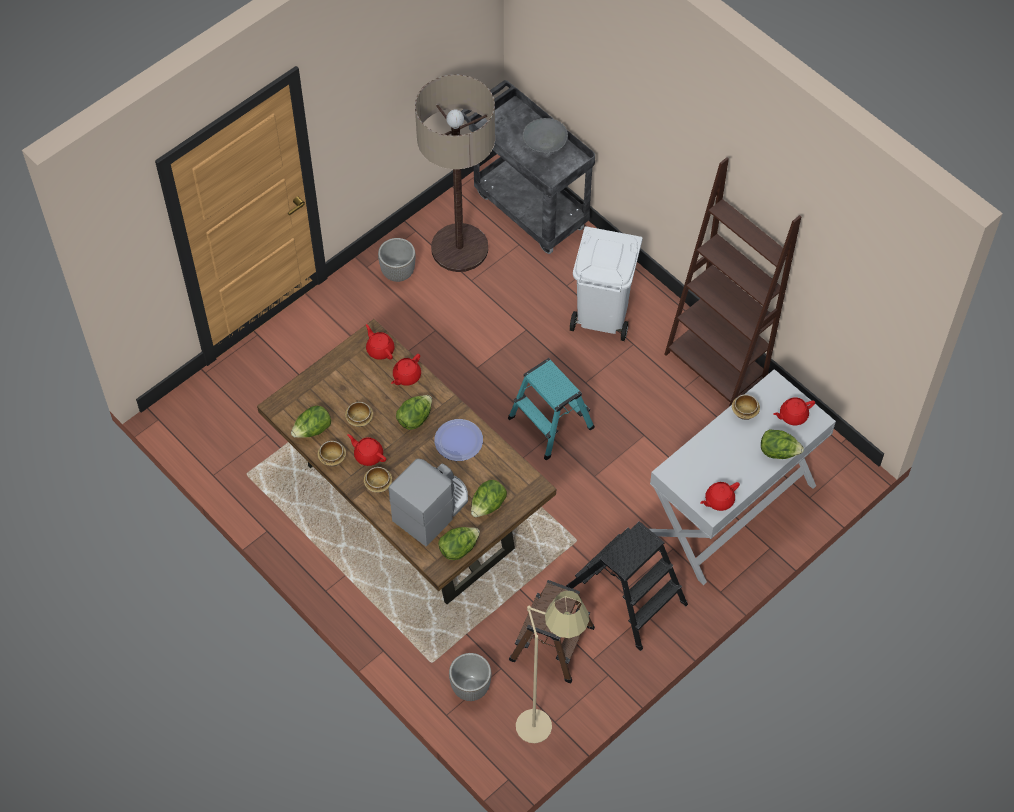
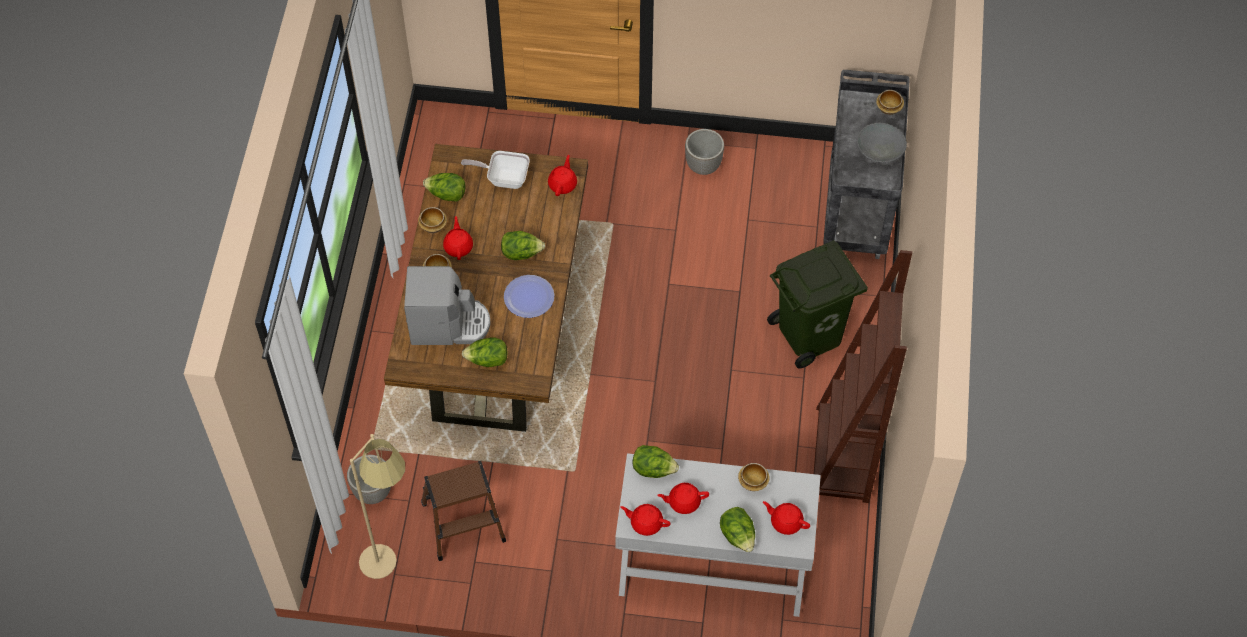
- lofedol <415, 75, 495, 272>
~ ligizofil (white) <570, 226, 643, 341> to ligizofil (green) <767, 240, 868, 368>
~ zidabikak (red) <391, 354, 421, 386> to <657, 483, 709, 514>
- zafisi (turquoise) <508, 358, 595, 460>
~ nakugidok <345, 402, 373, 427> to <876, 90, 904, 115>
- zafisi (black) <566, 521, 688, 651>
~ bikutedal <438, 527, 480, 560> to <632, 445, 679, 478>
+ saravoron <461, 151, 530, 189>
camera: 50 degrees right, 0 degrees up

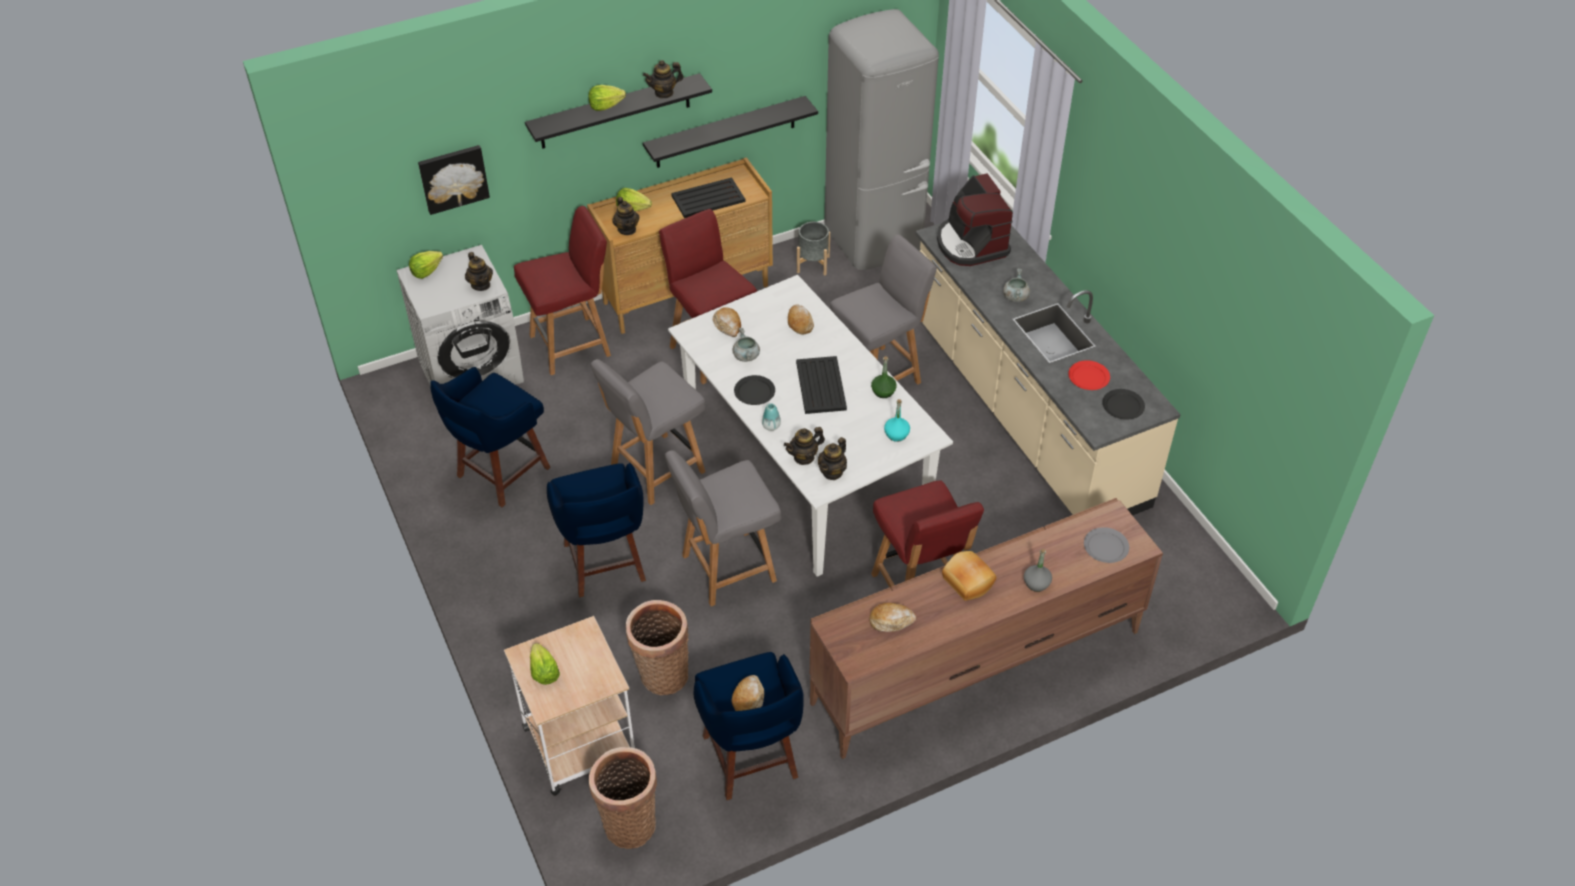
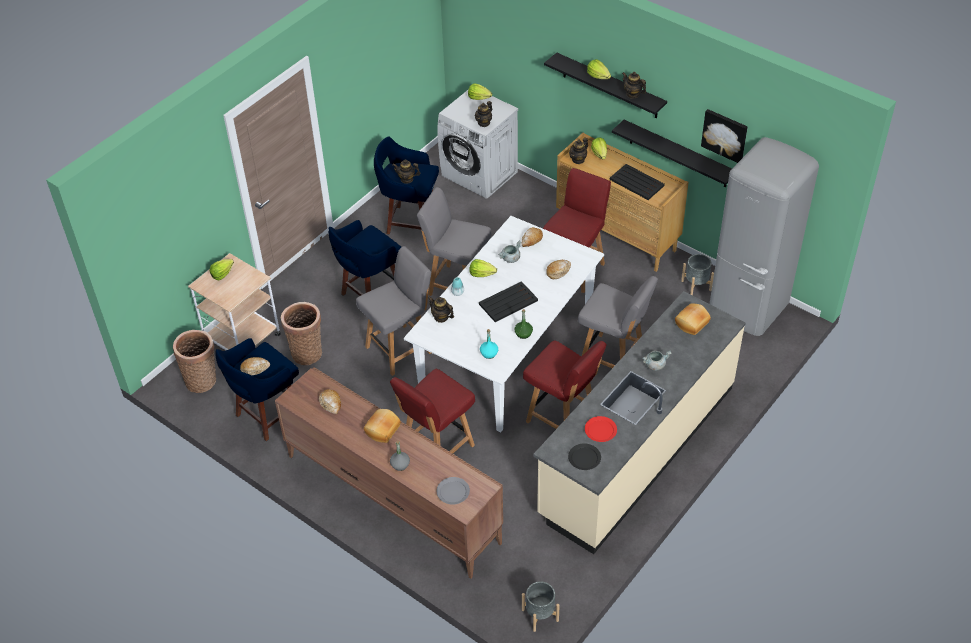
~ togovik <418, 145, 490, 215> to <701, 109, 748, 163>
~ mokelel <937, 173, 1013, 266> to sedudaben <675, 303, 711, 335>
~ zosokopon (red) <514, 206, 611, 375> to <523, 340, 607, 429>
~ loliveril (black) <734, 375, 775, 405> to bikutedal <469, 259, 497, 277>
~ zidabikak <818, 437, 847, 480> to <392, 160, 421, 184>
~ zosokopon (grey) <664, 450, 781, 607> = <356, 246, 431, 376> 105 degrees clockwise
+ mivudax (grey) <522, 581, 560, 632>
camera: 65 degrees right, 0 degrees up

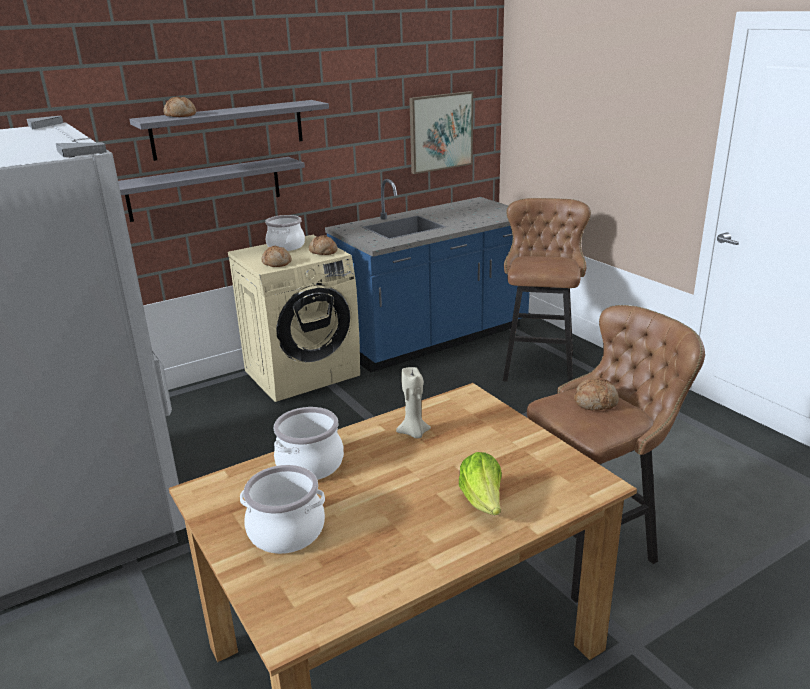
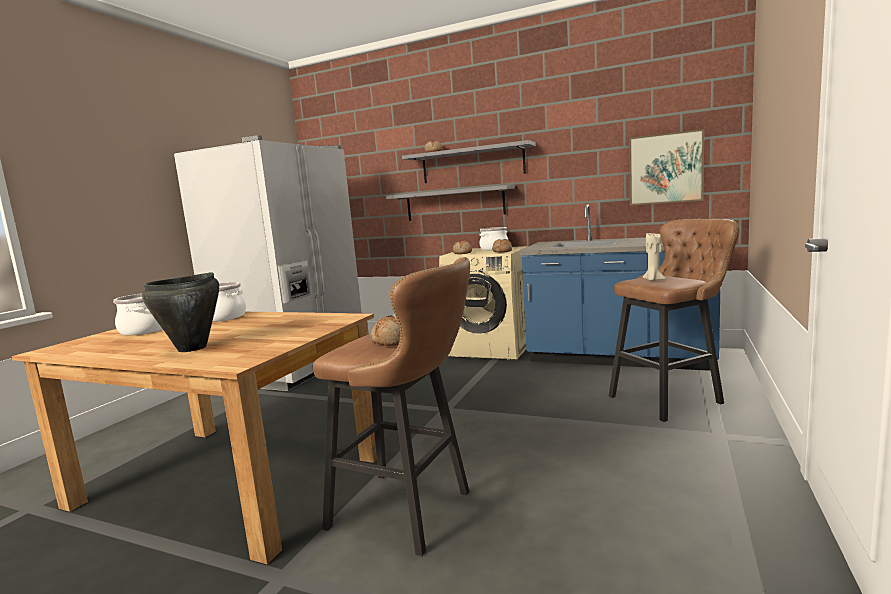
~ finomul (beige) <396, 367, 431, 438> to <643, 233, 666, 281>
~ bikutedal <459, 452, 502, 515> to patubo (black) <142, 272, 219, 352>
camera: 55 degrees right, 15 degrees down

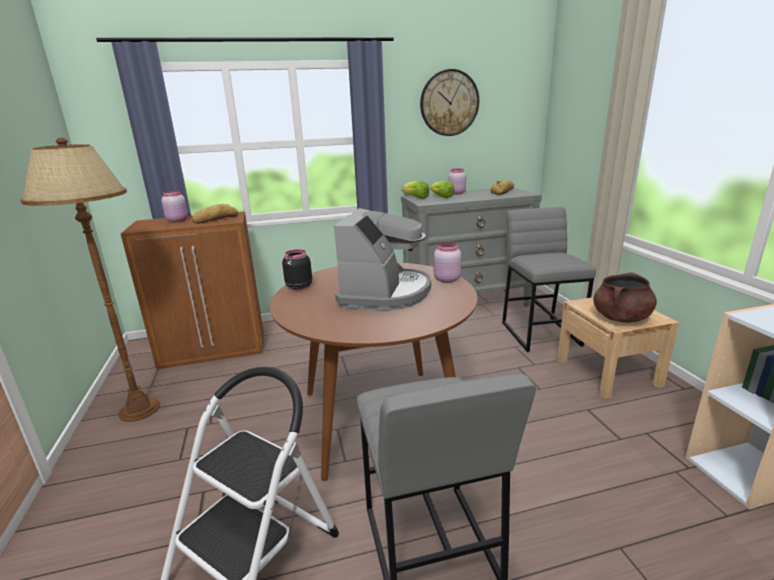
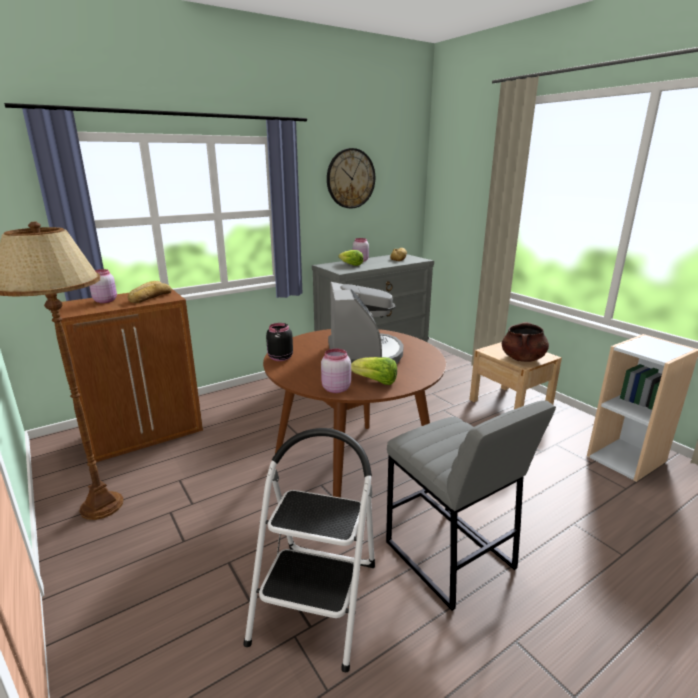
~ bikutedal <402, 181, 429, 199> to <351, 357, 397, 385>
- zosokopon (grey) <502, 207, 596, 352>
~ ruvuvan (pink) <434, 242, 461, 283> to <321, 348, 351, 393>
camera: 20 degrees left, 0 degrees up

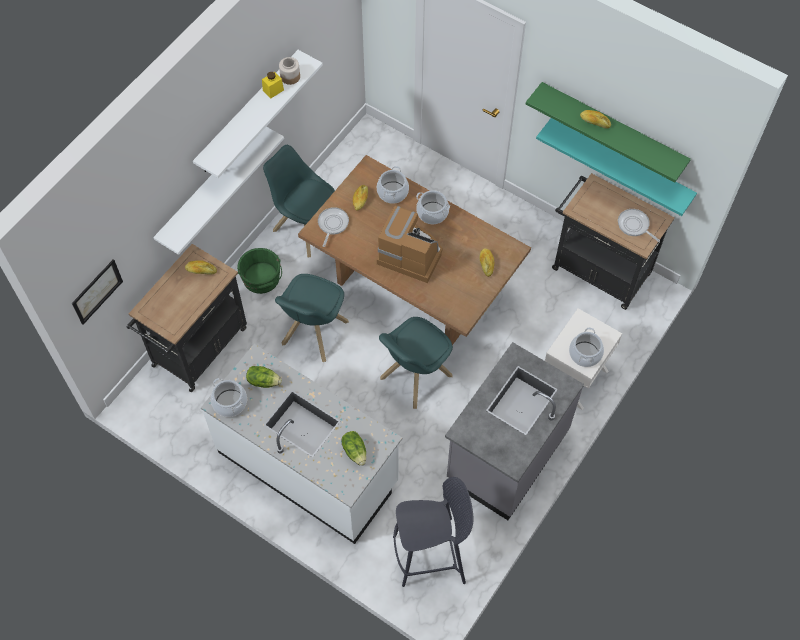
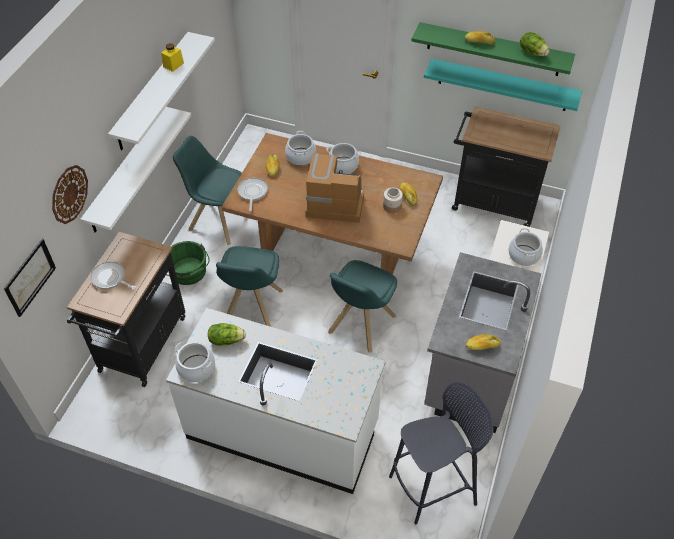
~ ruvuvan <279, 57, 300, 85> to <383, 188, 403, 213>
~ saravoron <618, 209, 660, 242> to <90, 261, 136, 289>
~ sedudaben <185, 260, 217, 275> to <465, 334, 501, 350>
~ bikutedal <341, 431, 366, 466> to <520, 32, 550, 56>
+ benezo <52, 165, 88, 224>
camera: 15 degrees left, 10 degrees down

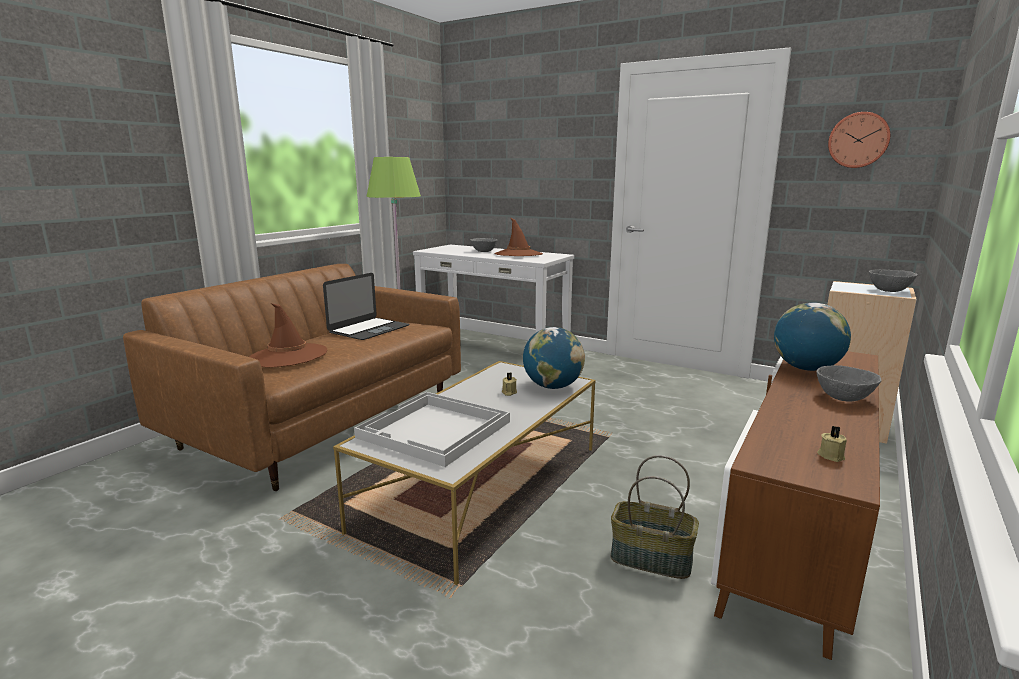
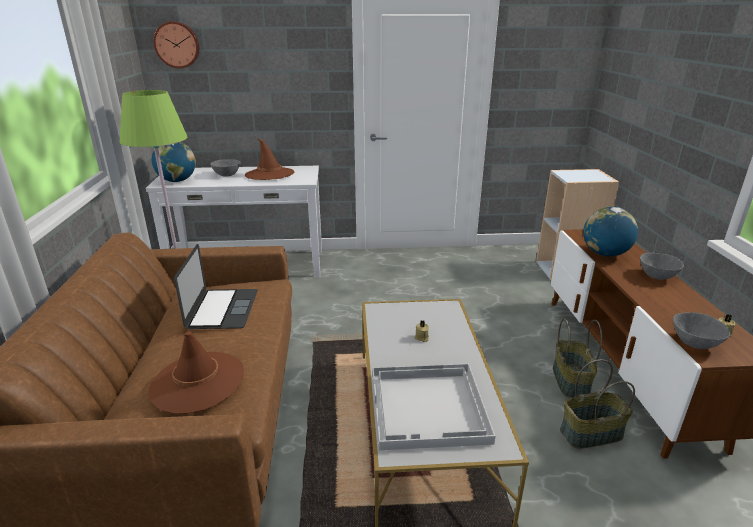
~ benezo <828, 112, 890, 168> to <153, 21, 199, 68>
~ nakugidok (grey) <869, 269, 918, 292> to <673, 312, 730, 349>
~ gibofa <523, 327, 585, 389> to <152, 142, 196, 182>
+ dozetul <553, 318, 602, 398>
camera: 35 degrees left, 10 degrees up

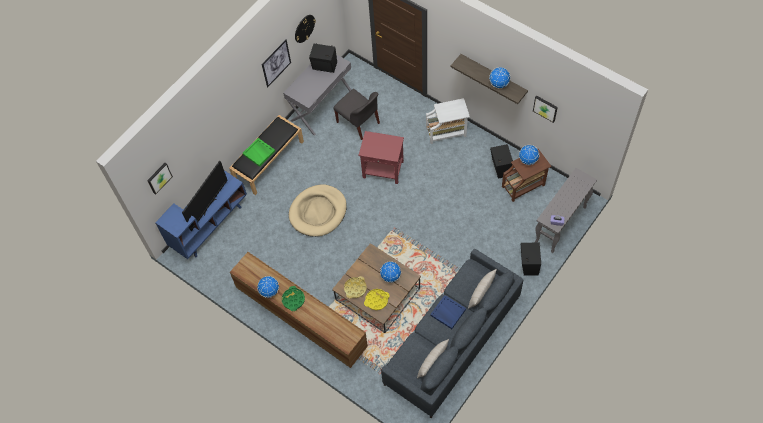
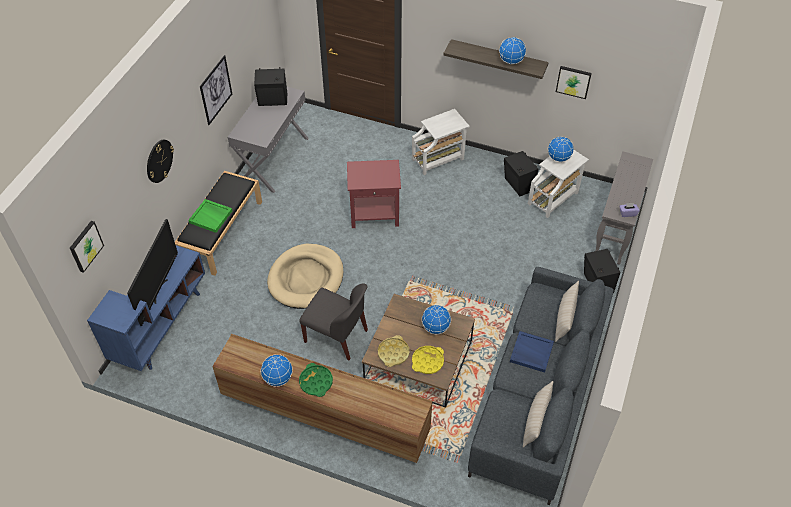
~ benezo <295, 15, 316, 43> to <147, 140, 174, 183>
~ zosokopon (grey) <333, 89, 380, 140> to <299, 284, 368, 360>
~ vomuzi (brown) <502, 149, 551, 202> to vomuzi (white) <528, 150, 589, 218>
camera: 20 degrees left, 10 degrees down

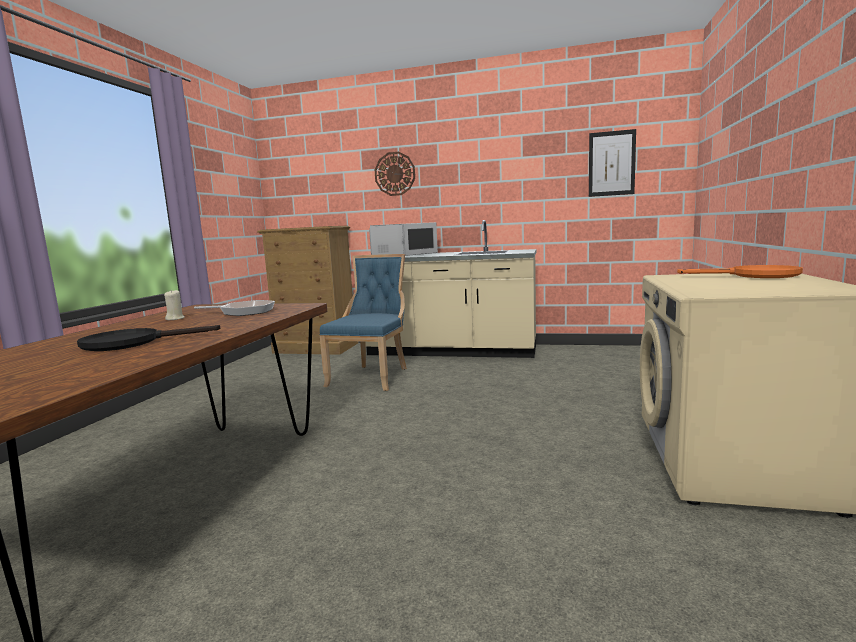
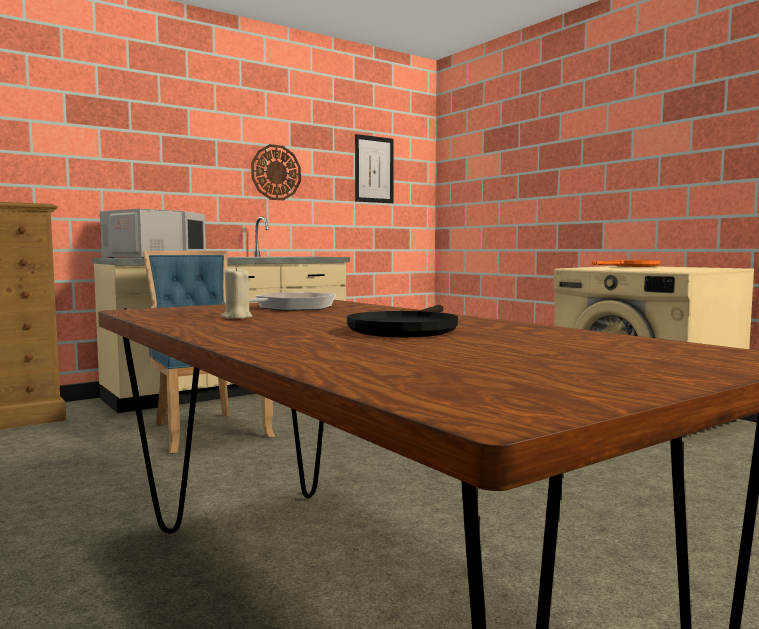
~ benezo <375, 152, 415, 196> to <251, 144, 301, 200>
camera: 50 degrees left, 5 degrees down

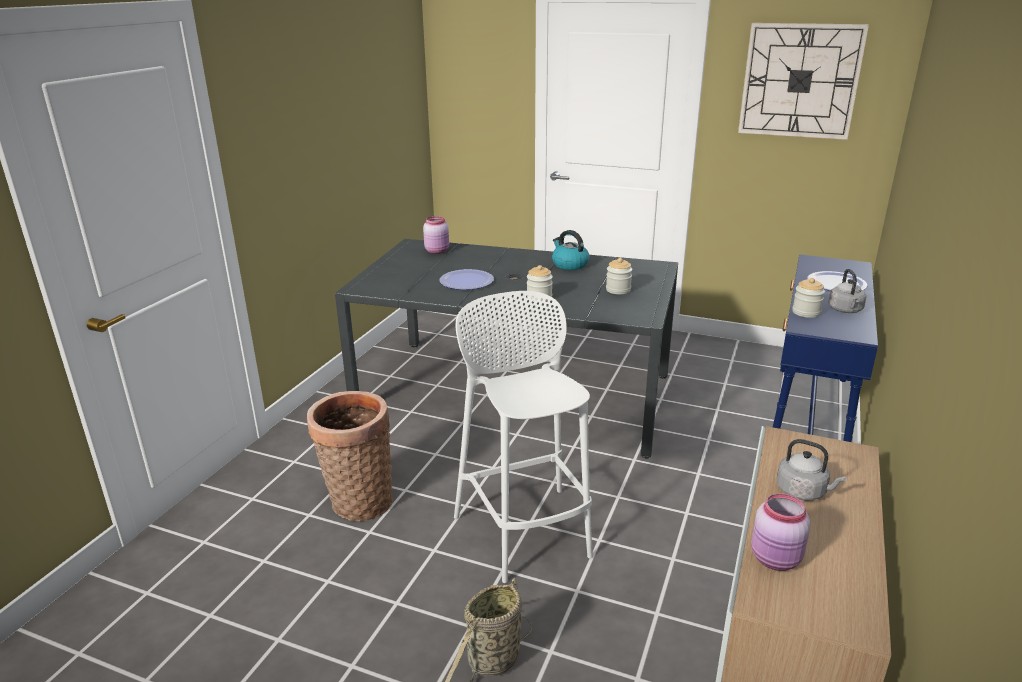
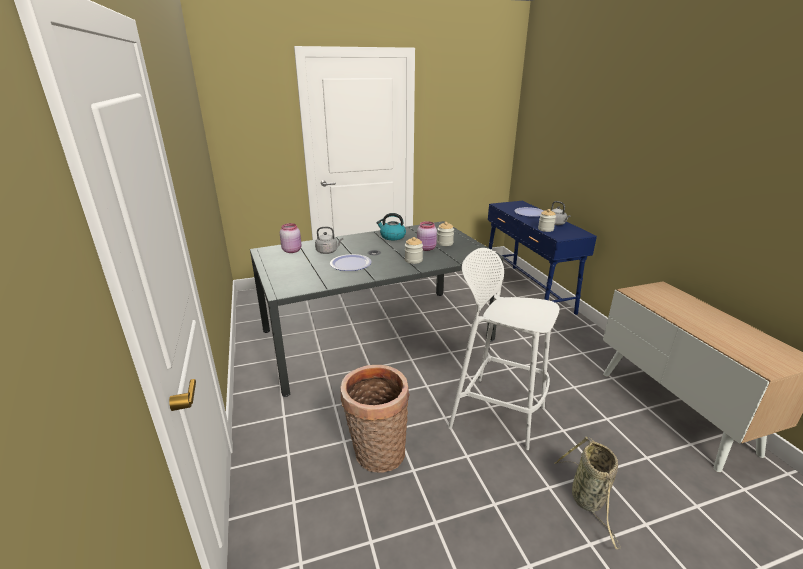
- benezo <738, 23, 869, 140>
~ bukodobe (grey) <776, 439, 846, 500> to <315, 227, 343, 254>
~ ruvuvan (pink) <751, 493, 810, 571> to <417, 221, 437, 251>
camera: 40 degrees left, 0 degrees up

